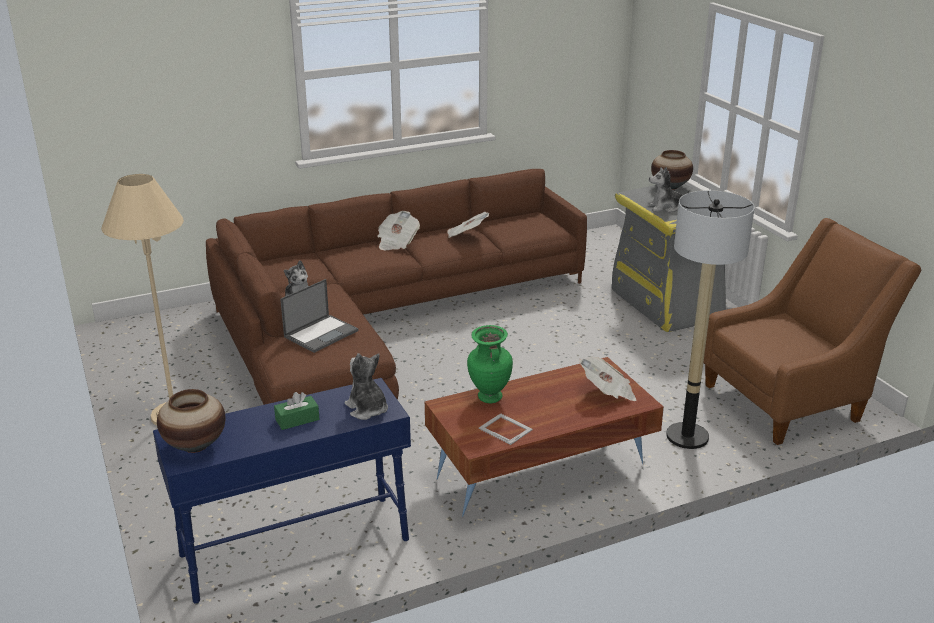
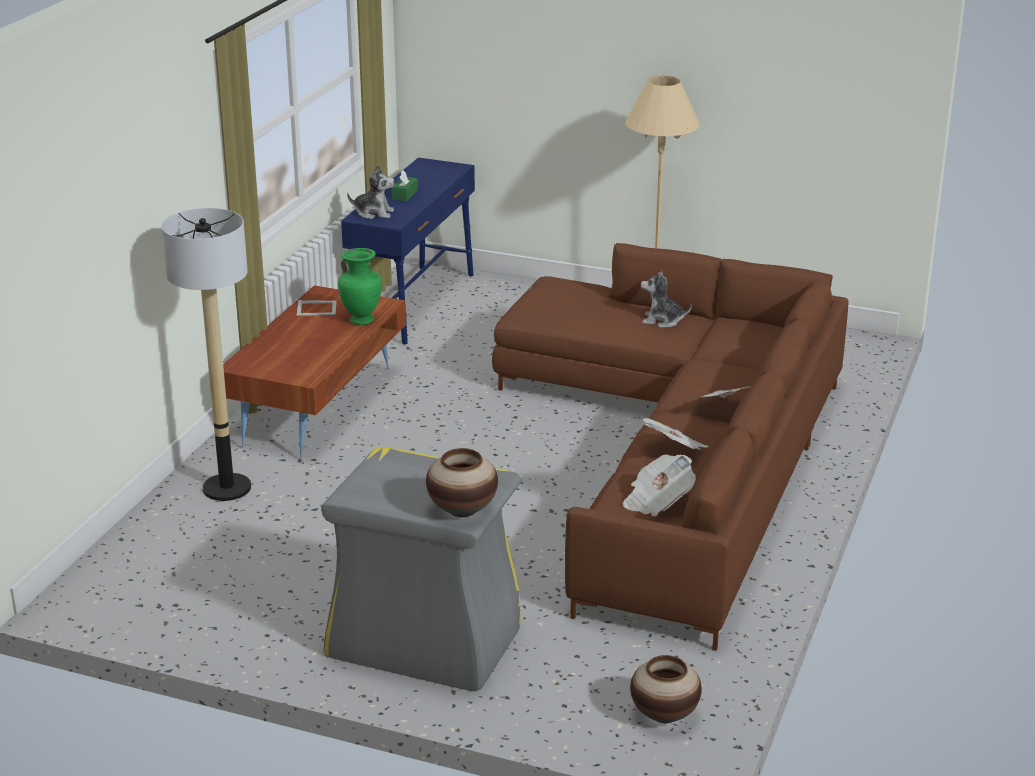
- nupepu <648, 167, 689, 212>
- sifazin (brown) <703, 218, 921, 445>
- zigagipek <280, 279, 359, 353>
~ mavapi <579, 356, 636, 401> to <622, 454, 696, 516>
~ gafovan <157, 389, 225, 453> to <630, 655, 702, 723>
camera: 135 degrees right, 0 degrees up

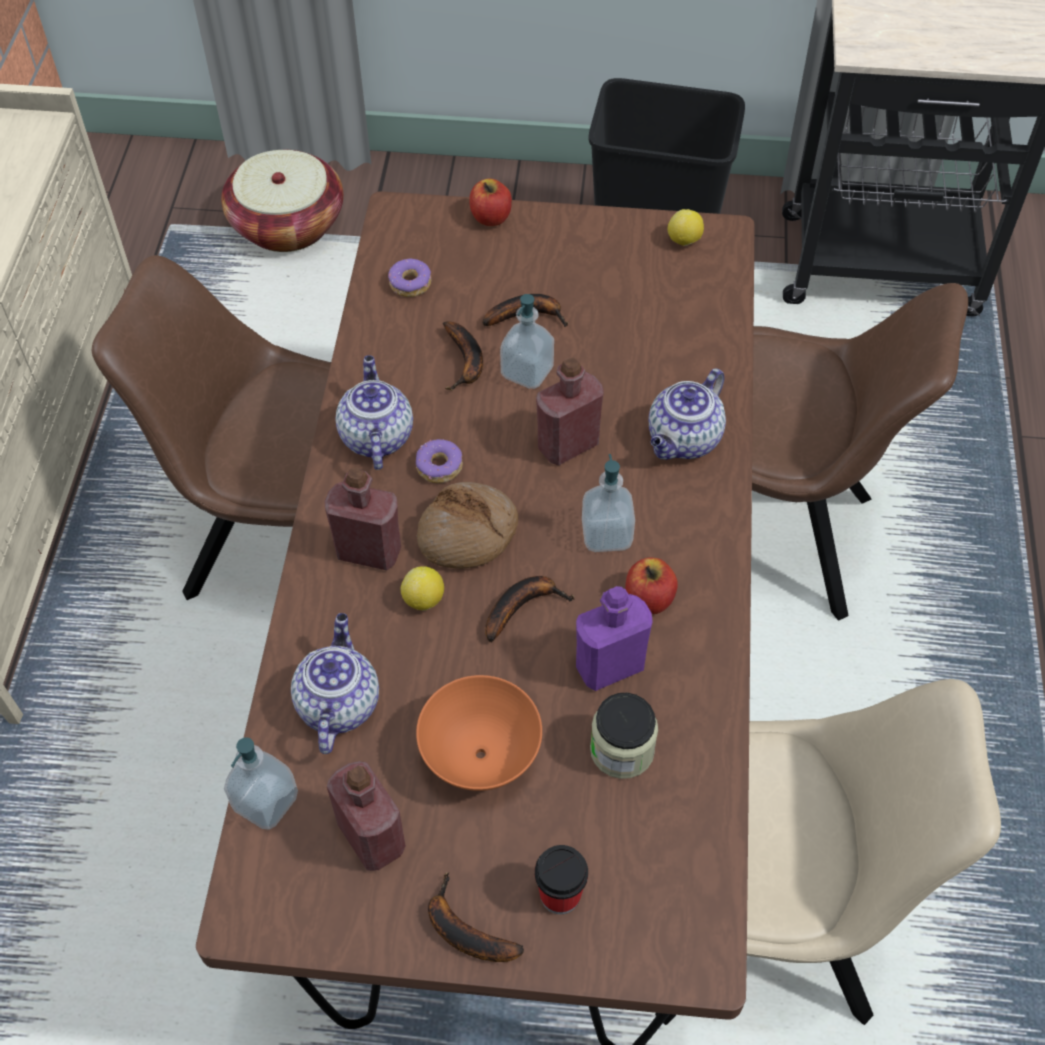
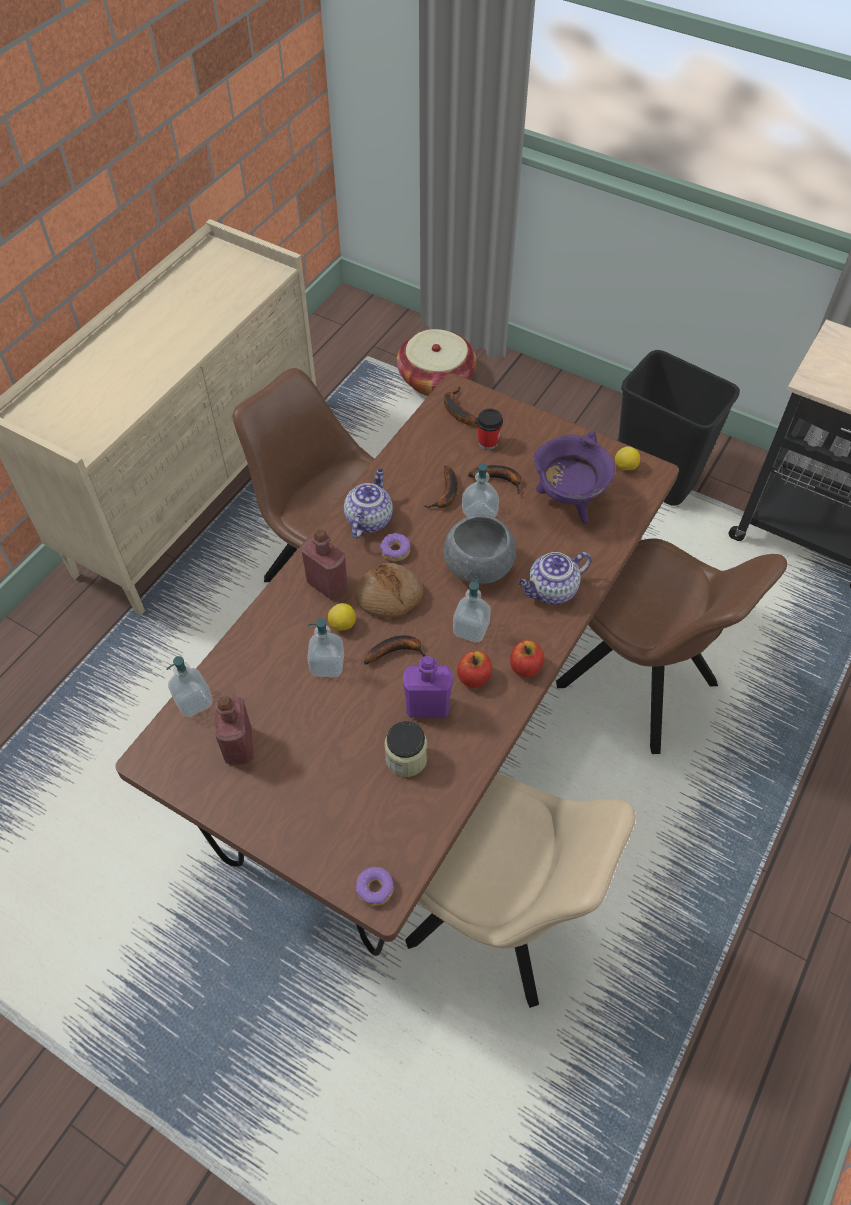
~ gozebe <469, 179, 512, 226> to <510, 640, 544, 677>
~ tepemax <388, 258, 431, 297> to <355, 867, 394, 906>
~ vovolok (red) <536, 357, 604, 465> to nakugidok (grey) <443, 515, 516, 584>
- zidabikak <291, 613, 379, 754>
- nakugidok (orange) <416, 675, 542, 791>
~ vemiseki <535, 845, 588, 914> to <477, 409, 503, 450>
~ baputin <428, 873, 524, 962> to <444, 387, 477, 425>
+ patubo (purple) <533, 431, 615, 523>
+ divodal <307, 618, 344, 677>
camera: 25 degrees right, 0 degrees up

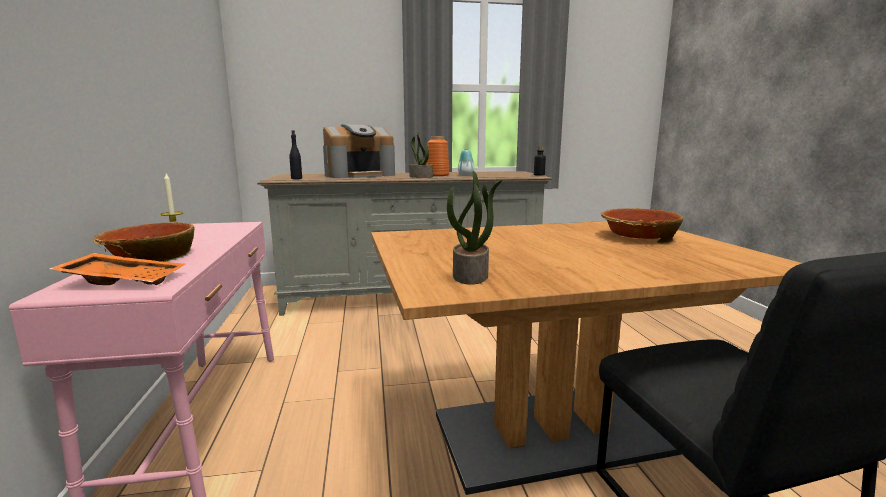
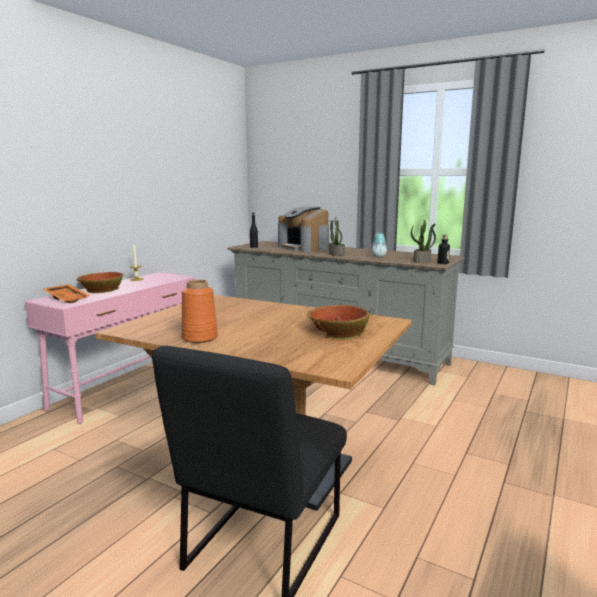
~ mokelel <323, 124, 395, 178> = <278, 207, 329, 252> 45 degrees clockwise
~ gafovan (orange) <427, 136, 449, 176> to <181, 279, 218, 343>
~ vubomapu <447, 171, 502, 285> to <411, 220, 436, 263>
camera: 40 degrees right, 0 degrees up

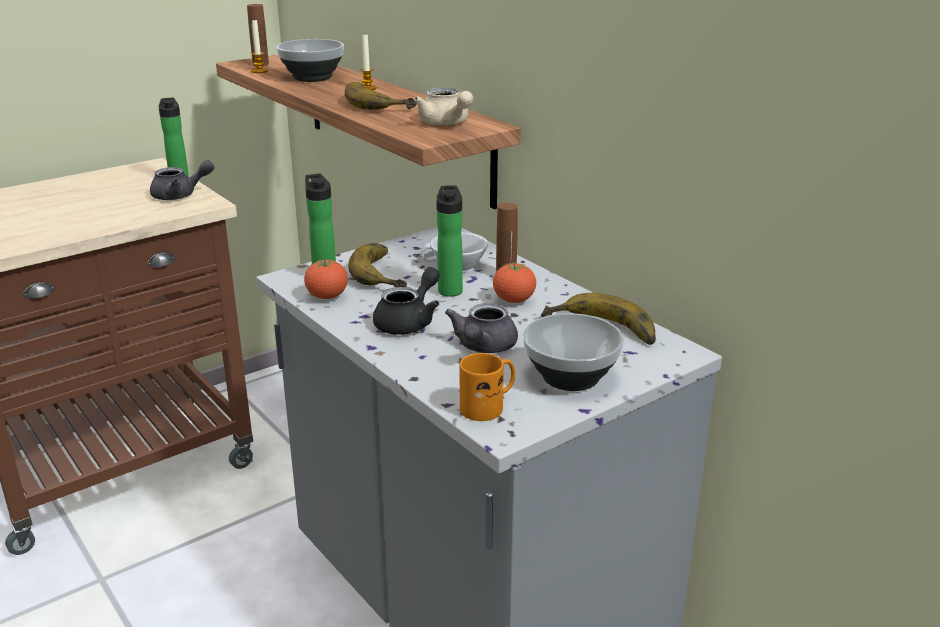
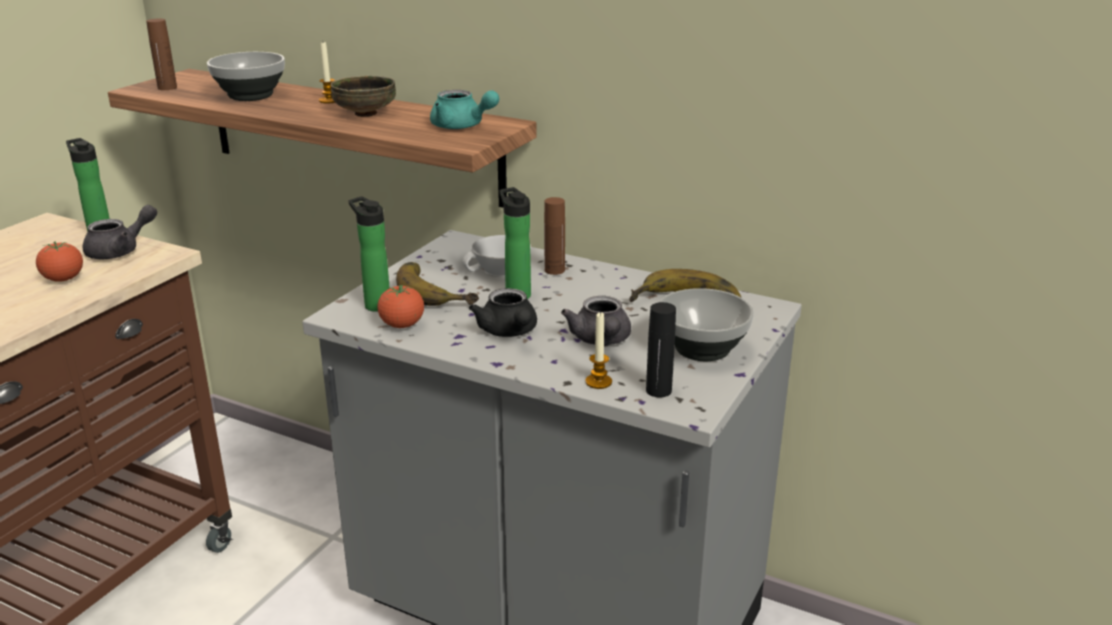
~ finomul <251, 19, 268, 73> to <586, 312, 612, 389>
~ baputin <345, 82, 417, 110> to nakugidok <331, 76, 396, 117>
~ zidabikak (beige) <414, 88, 473, 125> to zidabikak (turquoise) <430, 90, 499, 129>
~ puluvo <493, 262, 536, 303> to <36, 241, 83, 281>
~ zidabikak (black) <373, 267, 440, 335> = <469, 288, 537, 337> 150 degrees clockwise
~ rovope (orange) <460, 353, 515, 421> to vovolok (black) <646, 302, 676, 397>
camera: 25 degrees left, 0 degrees up

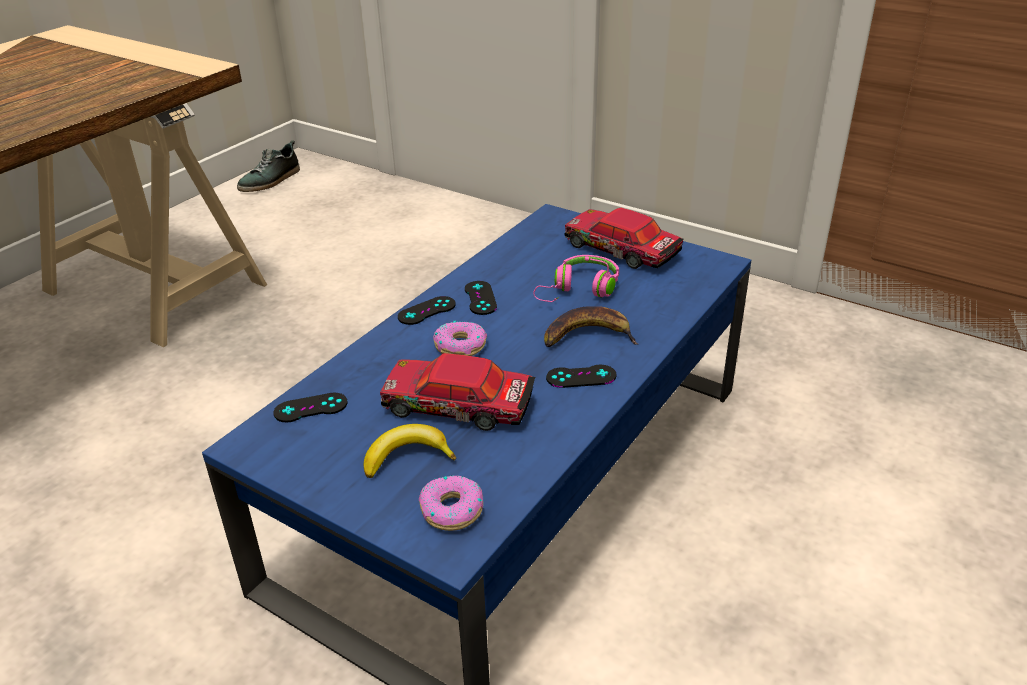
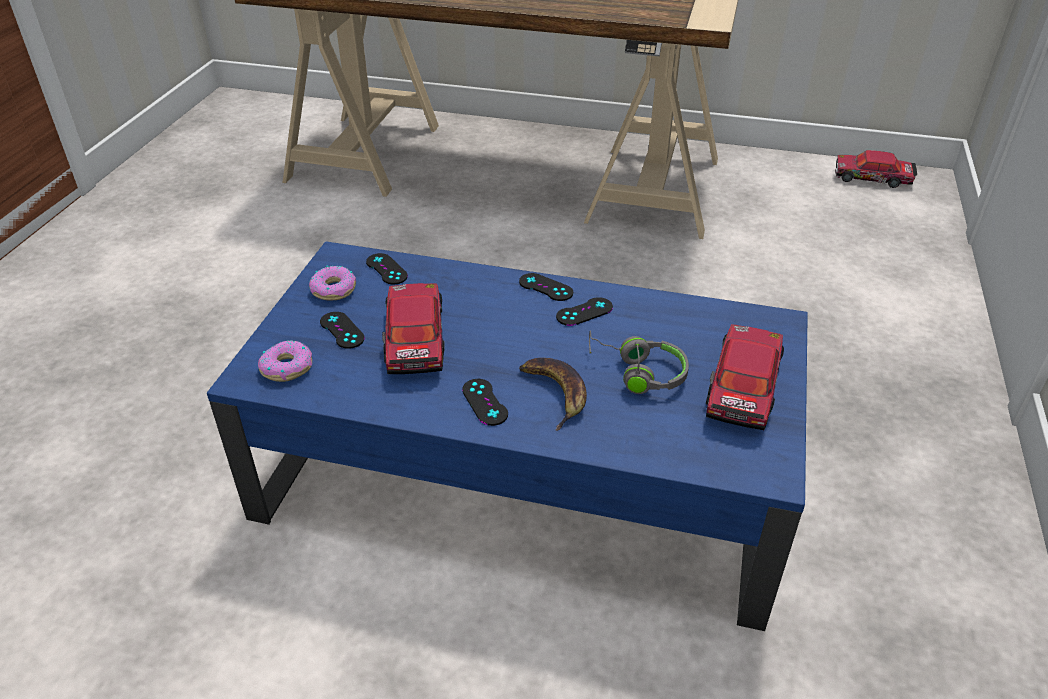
~ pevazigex <237, 140, 300, 192> to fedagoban <835, 150, 917, 188>
~ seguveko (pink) <533, 255, 619, 302> to seguveko (grey) <589, 330, 689, 394>
~ tepemax <433, 321, 487, 356> to <309, 265, 356, 301>
~ baputin <364, 424, 456, 478> to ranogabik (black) <320, 312, 365, 349>
camera: 70 degrees right, 5 degrees up

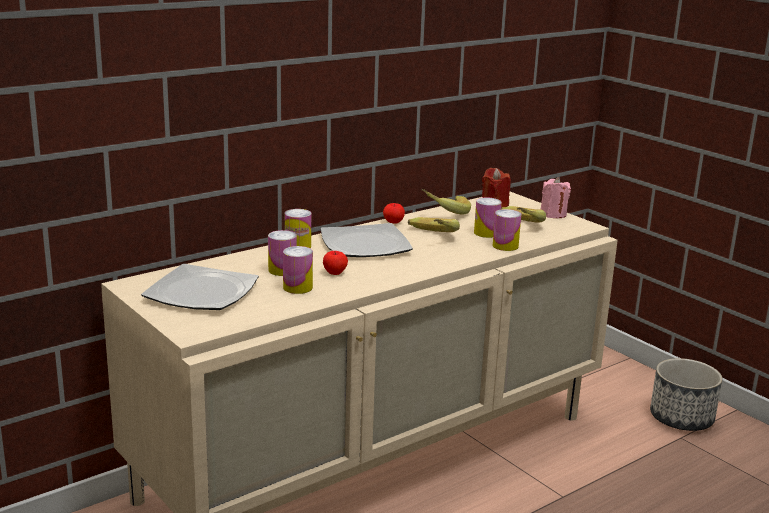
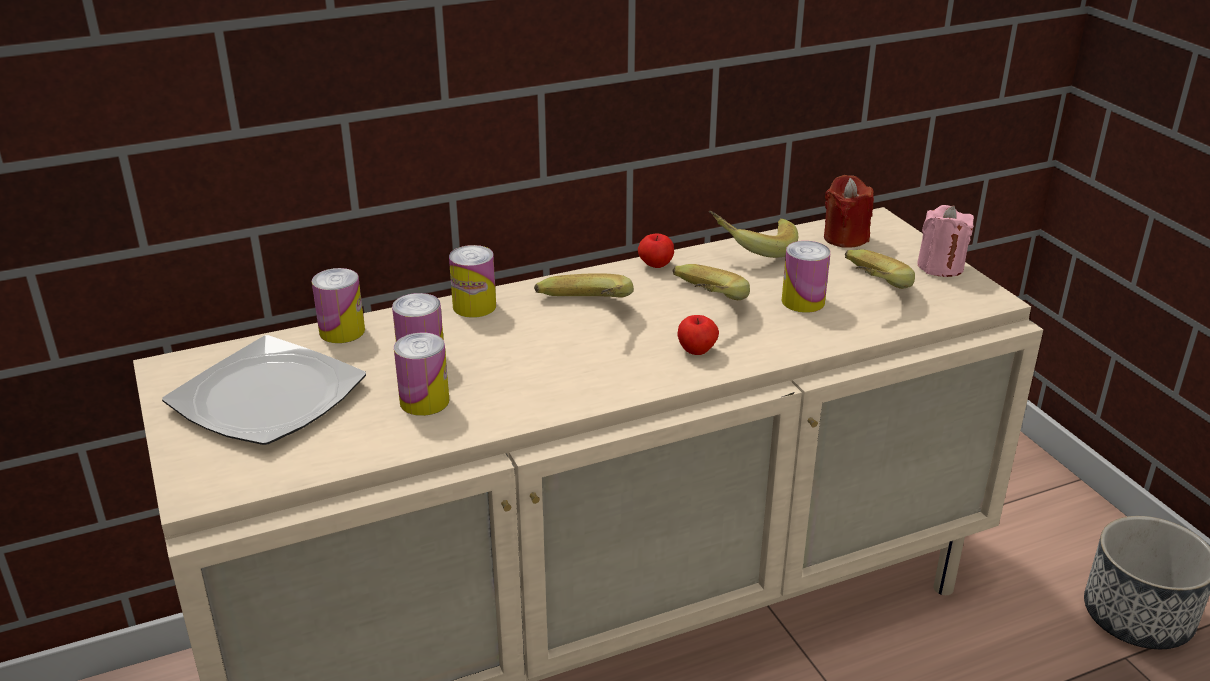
~ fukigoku <493, 209, 521, 251> to <312, 268, 365, 343>
~ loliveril <321, 223, 413, 257> to baputin <534, 273, 634, 298>
~ gozebe <323, 251, 348, 275> to <677, 315, 719, 355>
camera: 15 degrees right, 10 degrees up

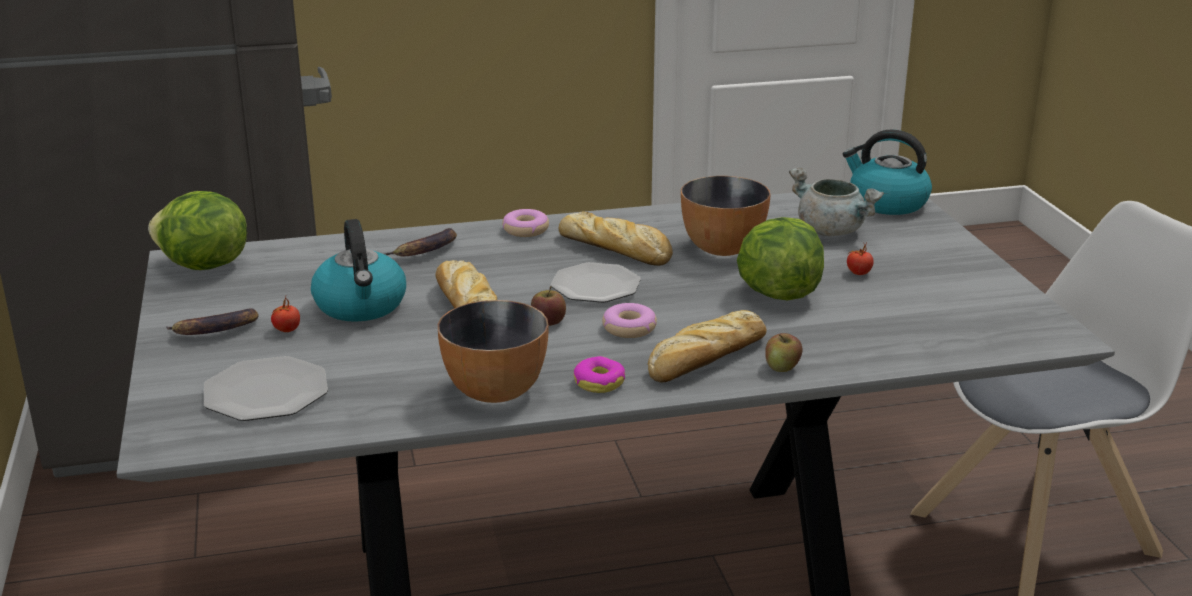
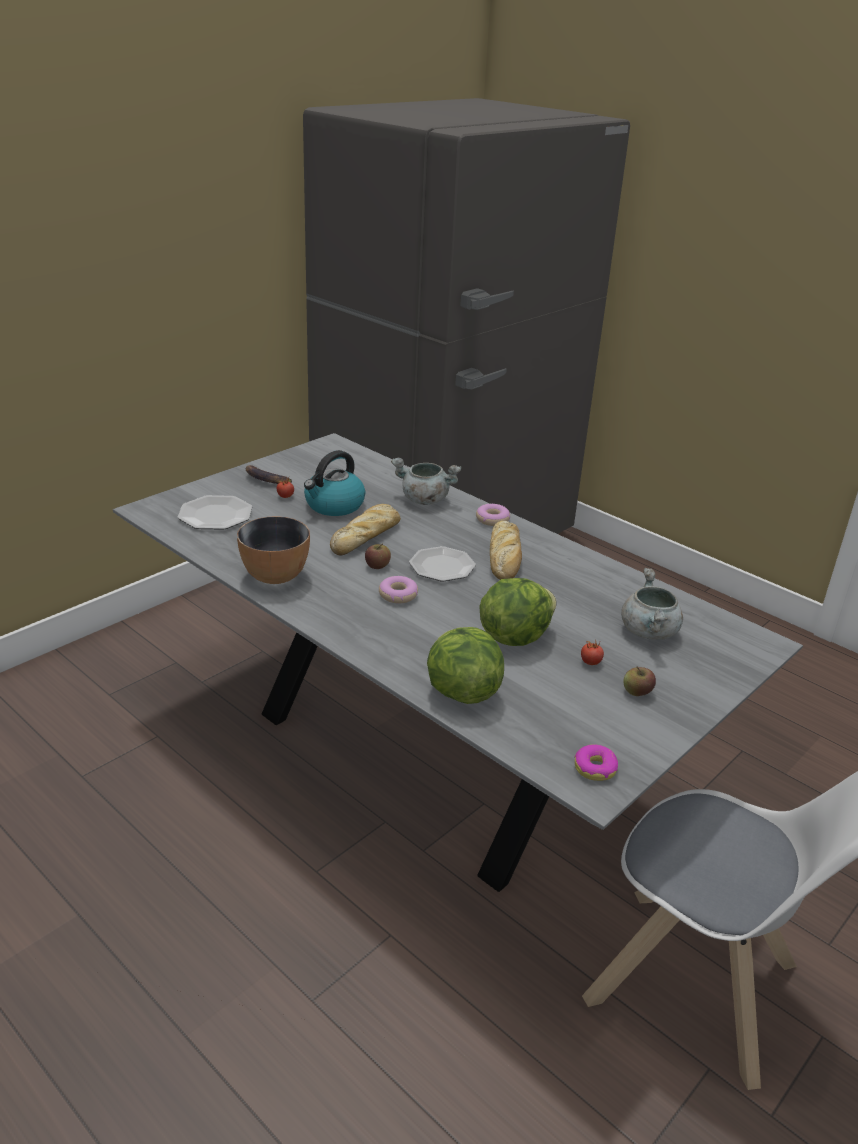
- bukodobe <843, 129, 932, 215>
- nakugidok <681, 176, 770, 256>
~ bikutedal <148, 191, 247, 270> to <427, 627, 504, 704>
~ baputin <385, 228, 457, 256> to patubo (grey) <391, 458, 461, 505>
- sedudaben <648, 310, 767, 383>
~ gozebe <765, 333, 802, 372> to <624, 666, 656, 696>
~ tepemax <574, 356, 625, 393> to <574, 744, 618, 781>
camera: 55 degrees right, 5 degrees up

